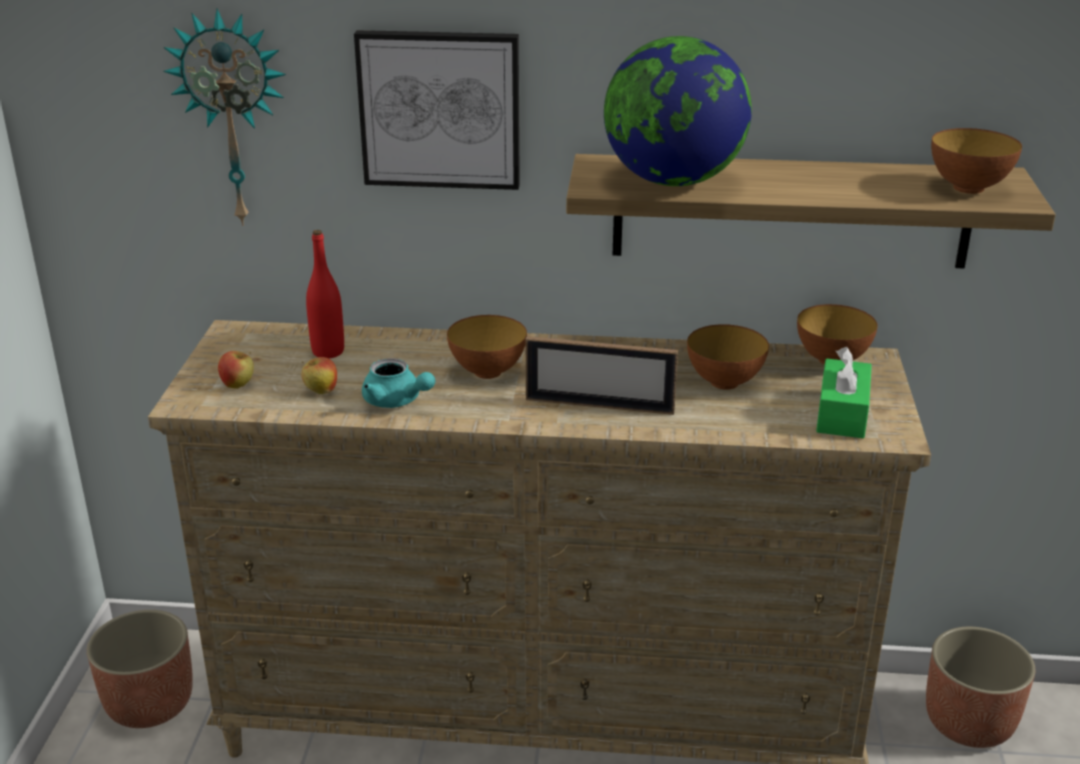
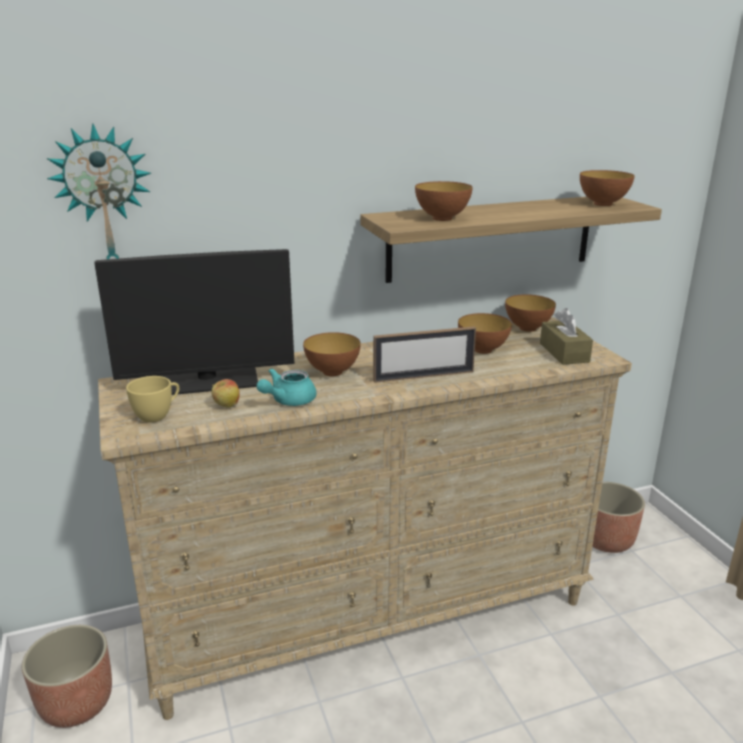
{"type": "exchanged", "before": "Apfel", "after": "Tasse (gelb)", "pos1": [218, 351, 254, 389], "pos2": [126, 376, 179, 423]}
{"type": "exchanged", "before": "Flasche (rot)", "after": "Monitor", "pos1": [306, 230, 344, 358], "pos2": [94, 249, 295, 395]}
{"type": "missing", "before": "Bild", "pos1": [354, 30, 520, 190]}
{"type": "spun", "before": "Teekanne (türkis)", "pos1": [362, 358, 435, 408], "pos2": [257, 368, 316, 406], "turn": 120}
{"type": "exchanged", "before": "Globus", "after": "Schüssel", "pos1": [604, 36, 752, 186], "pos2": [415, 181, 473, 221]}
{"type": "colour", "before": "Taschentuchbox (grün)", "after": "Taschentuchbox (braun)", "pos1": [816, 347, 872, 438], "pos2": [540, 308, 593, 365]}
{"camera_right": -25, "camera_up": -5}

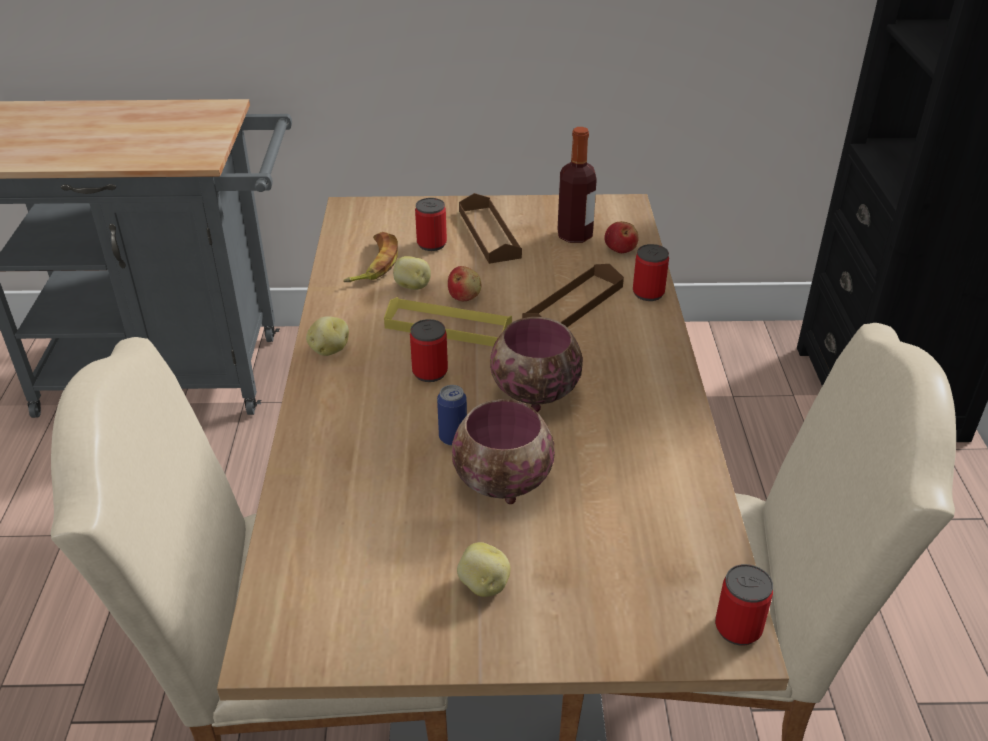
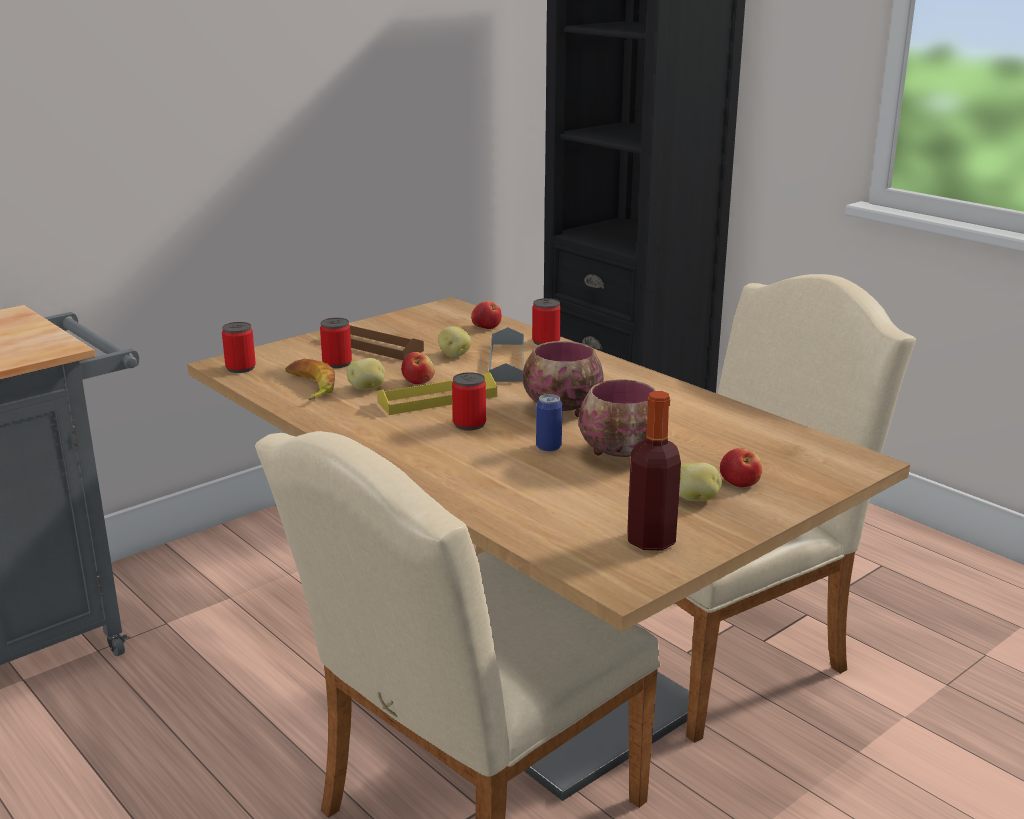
{"type": "relocated", "before": "Kartoffel", "pos1": [306, 316, 349, 356], "pos2": [438, 326, 471, 357]}
{"type": "colour", "before": "Tablett (braun)", "after": "Tablett (grau)", "pos1": [522, 264, 624, 327], "pos2": [489, 327, 524, 382]}
{"type": "relocated", "before": "Flasche", "pos1": [558, 127, 597, 243], "pos2": [627, 391, 681, 550]}
{"type": "relocated", "before": "Dose", "pos1": [715, 564, 773, 646], "pos2": [222, 322, 256, 373]}
{"type": "appeared", "after": "Apfel", "pos2": [720, 448, 762, 487]}
{"camera_right": -40, "camera_up": -15}

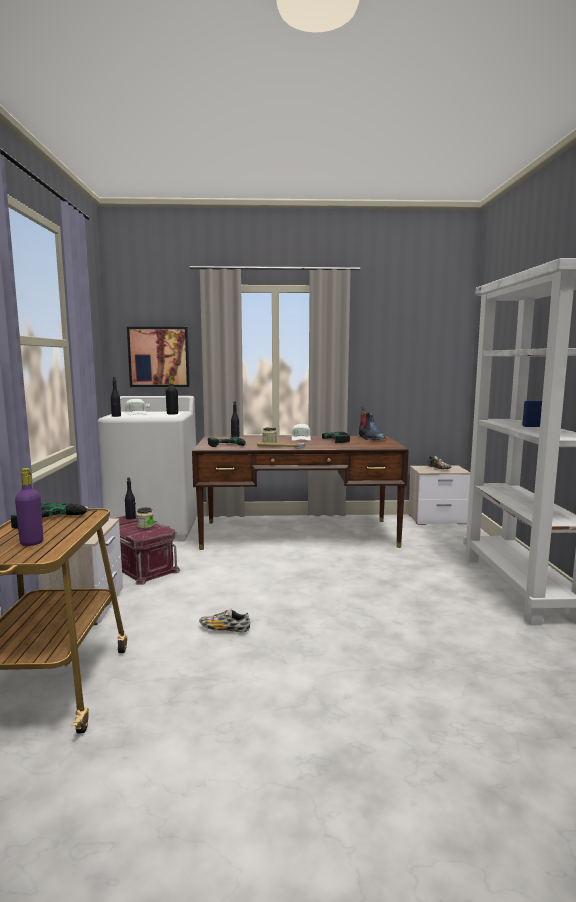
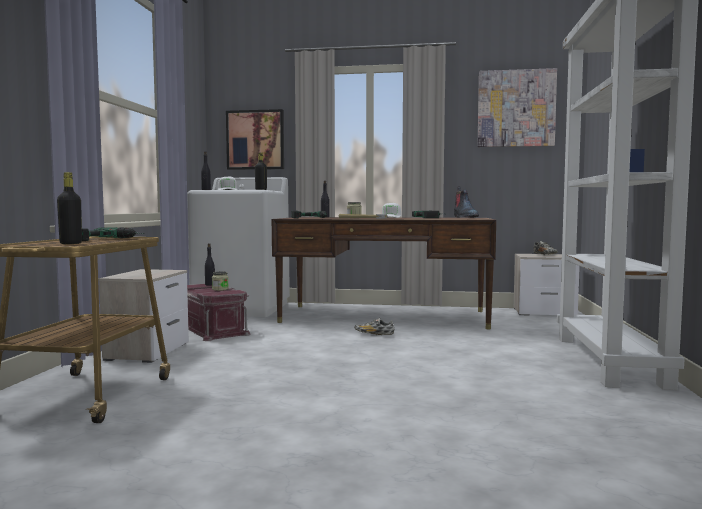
{"type": "colour", "before": "Flasche (lila)", "after": "Flasche (schwarz)", "pos1": [15, 468, 43, 546], "pos2": [57, 172, 82, 244]}
{"type": "relocated", "before": "Schuh", "pos1": [199, 609, 250, 632], "pos2": [354, 318, 394, 335]}
{"type": "appeared", "after": "Bild", "pos2": [477, 68, 557, 147]}
{"camera_right": 10, "camera_up": -5}

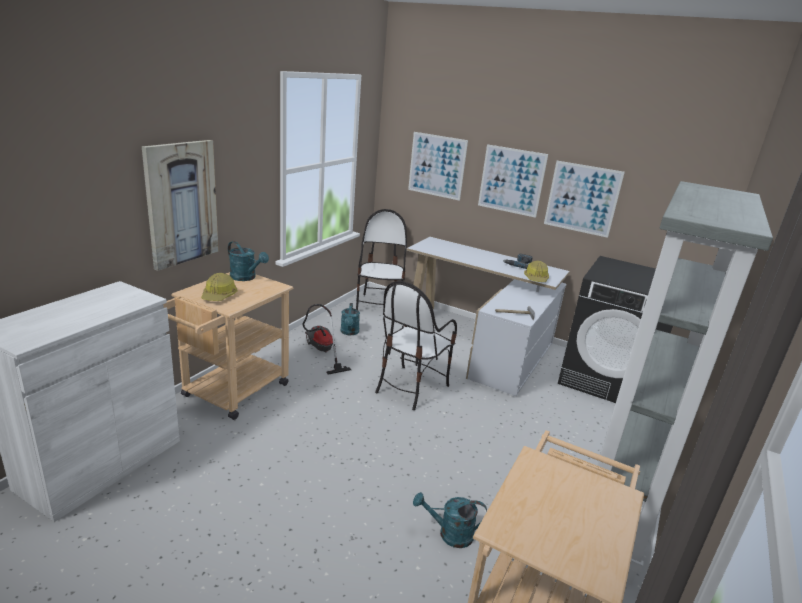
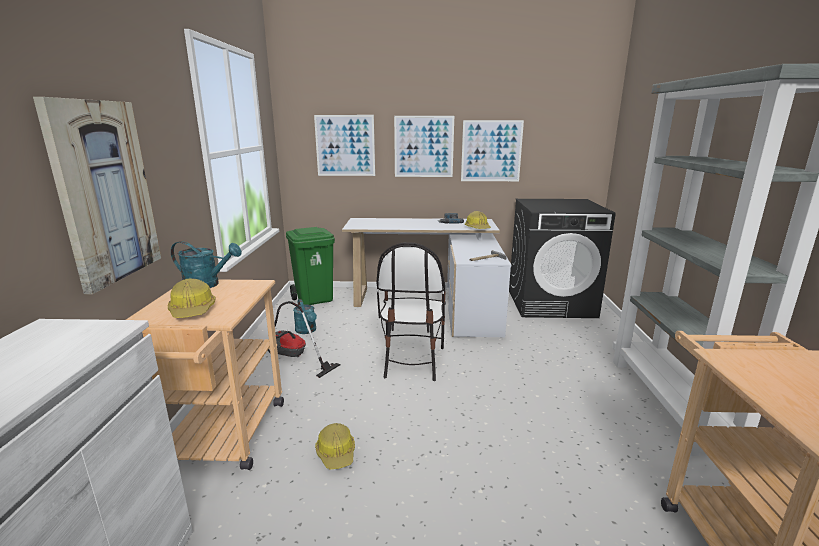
{"type": "exchanged", "before": "Stuhl", "after": "Mülleimer (grün)", "pos1": [356, 209, 407, 310], "pos2": [286, 227, 335, 305]}
{"type": "missing", "before": "Gießkanne (türkis)", "pos1": [413, 492, 487, 548]}
{"type": "appeared", "after": "Schutzhelm", "pos2": [315, 423, 355, 469]}
{"camera_right": -25, "camera_up": -5}

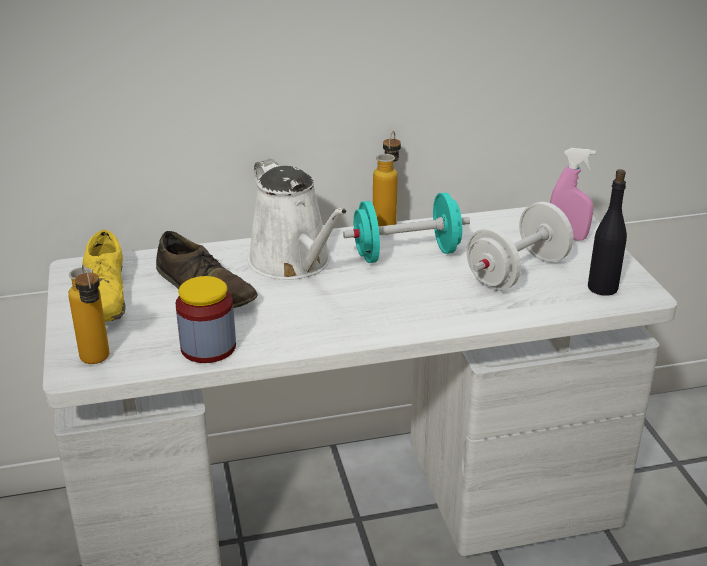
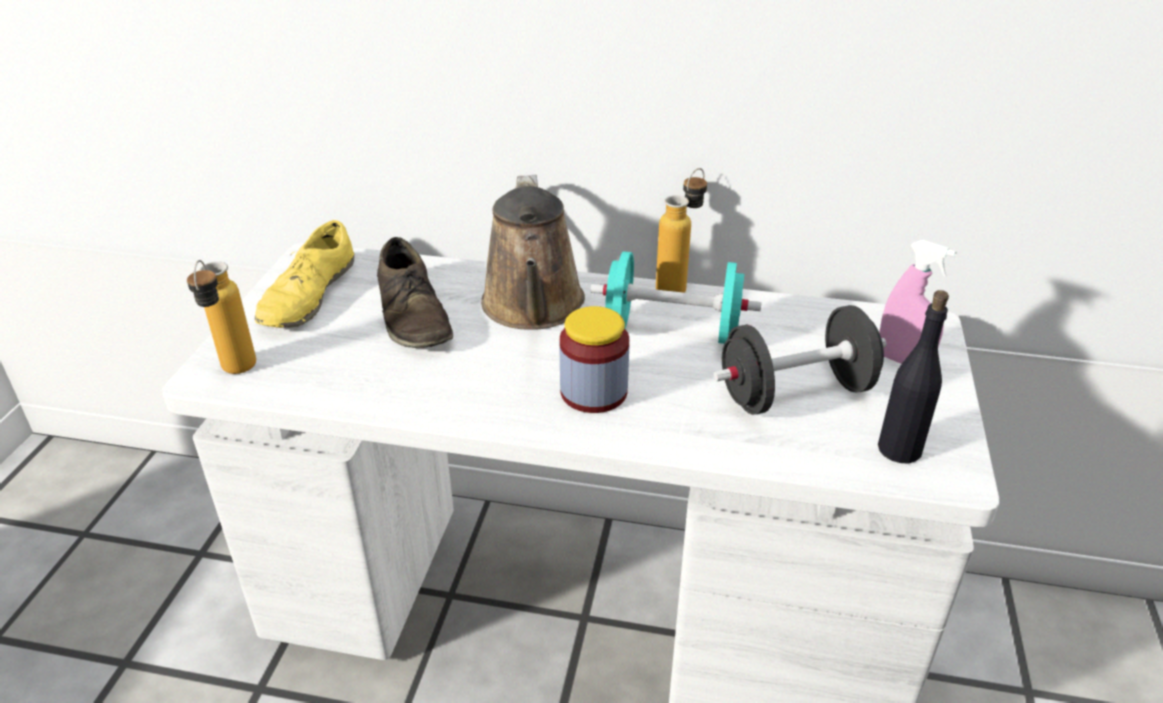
{"type": "relocated", "before": "Vorratsglas", "pos1": [175, 276, 236, 363], "pos2": [559, 306, 629, 413]}
{"type": "colour", "before": "Gießkanne (weiß)", "after": "Gießkanne (braun)", "pos1": [248, 159, 347, 280], "pos2": [481, 174, 585, 330]}
{"type": "colour", "before": "Hantel (weiß)", "after": "Hantel (schwarz)", "pos1": [466, 202, 574, 291], "pos2": [714, 305, 886, 415]}
{"camera_right": 25, "camera_up": 5}

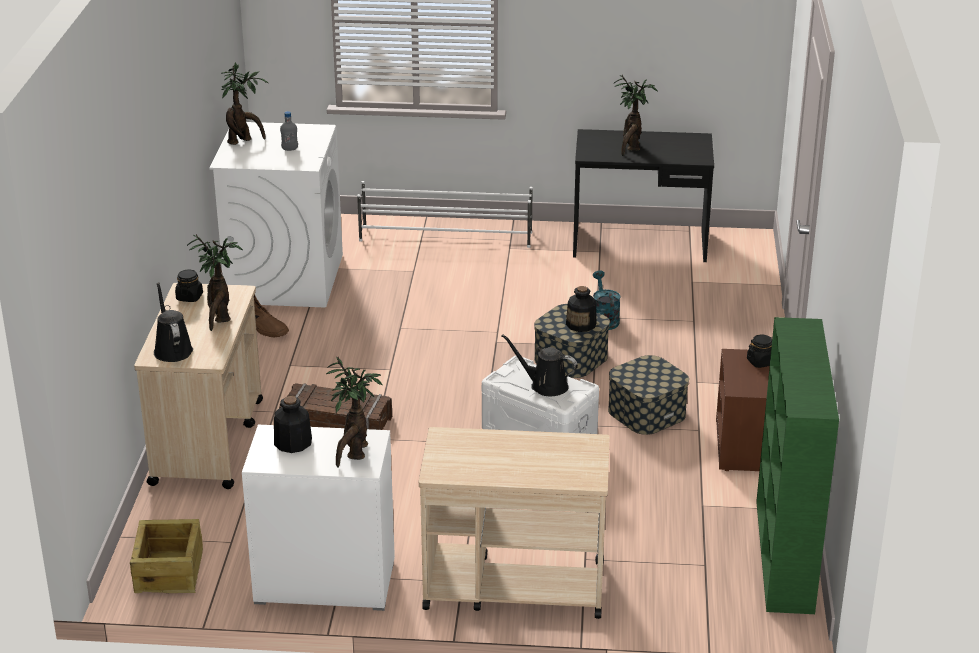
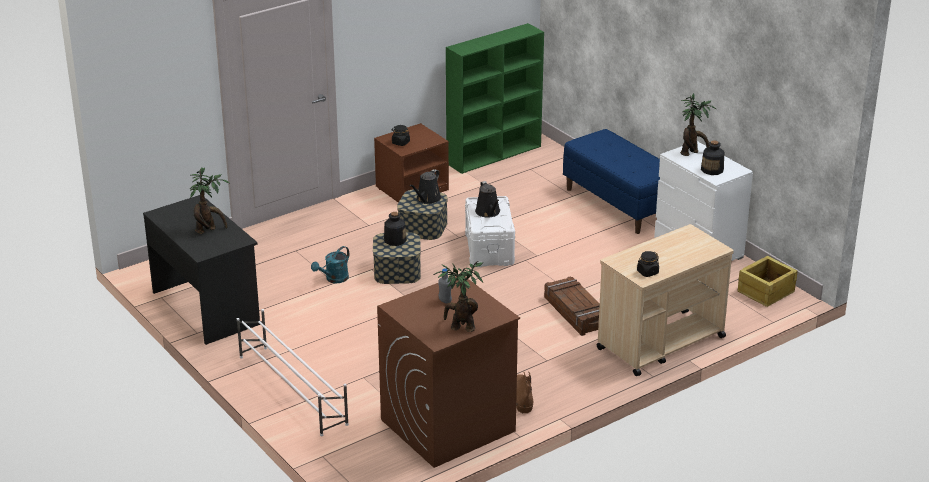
{"type": "relocated", "before": "Gießkanne (schwarz)", "pos1": [154, 282, 193, 362], "pos2": [409, 169, 441, 204]}
{"type": "missing", "before": "Topfpflanze", "pos1": [187, 234, 243, 331]}
{"type": "colour", "before": "Waschmaschine (weiß)", "after": "Waschmaschine (braun)", "pos1": [210, 122, 343, 308], "pos2": [377, 276, 520, 468]}
{"type": "exchanged", "before": "Rollwagen (beige)", "after": "Bank (blau)", "pos1": [419, 427, 610, 619], "pos2": [563, 129, 660, 234]}
{"camera_right": -130, "camera_up": 0}

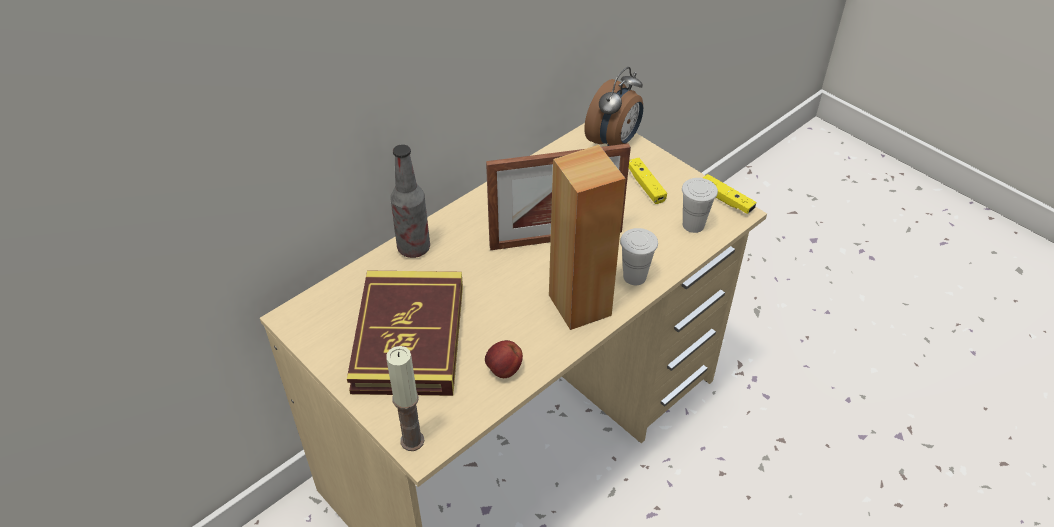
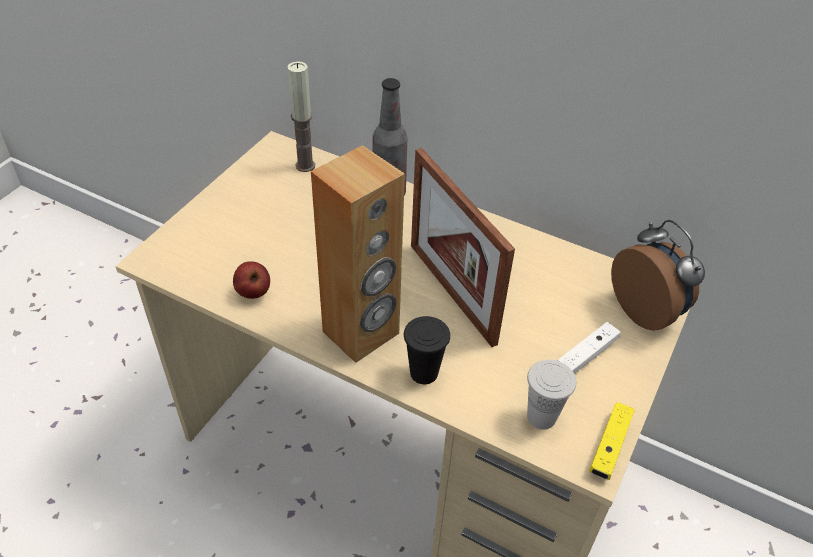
{"type": "missing", "before": "Buch", "pos1": [347, 270, 463, 396]}
{"type": "relocated", "before": "Kerze", "pos1": [386, 346, 425, 451], "pos2": [287, 61, 315, 172]}
{"type": "spun", "before": "Wecker", "pos1": [584, 67, 643, 146], "pos2": [611, 220, 705, 331], "turn": -135}
{"type": "colour", "before": "Tasse (weiß)", "after": "Tasse (schwarz)", "pos1": [620, 228, 658, 285], "pos2": [404, 316, 450, 384]}
{"type": "colour", "before": "Gamepad (gelb)", "after": "Gamepad (weiß)", "pos1": [629, 158, 667, 204], "pos2": [557, 322, 621, 374]}
{"camera_right": 70, "camera_up": 0}

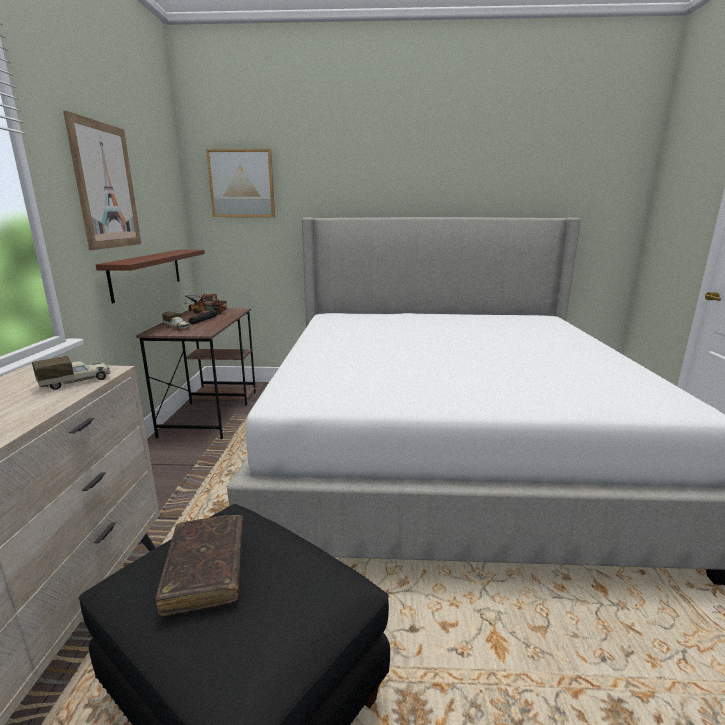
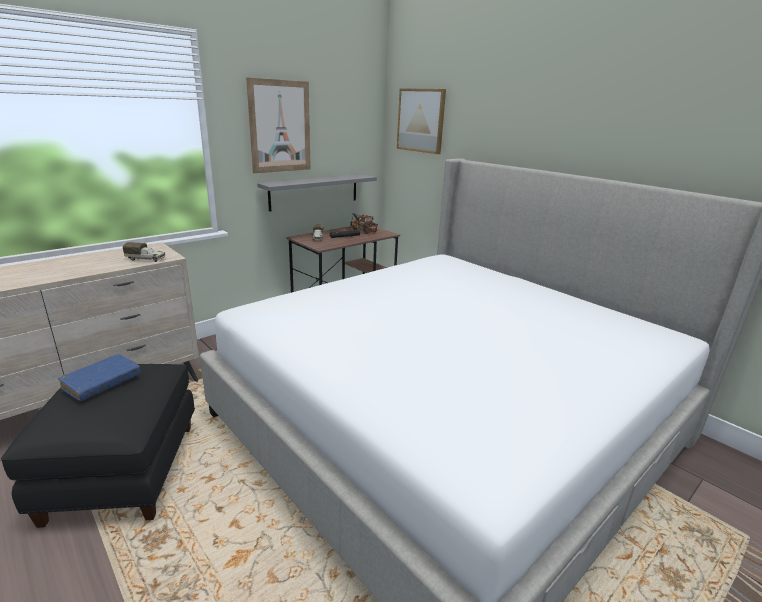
{"type": "colour", "before": "Wandregal (braun)", "after": "Wandregal (grau)", "pos1": [96, 250, 205, 303], "pos2": [257, 174, 377, 211]}
{"type": "colour", "before": "Buch (braun)", "after": "Buch (blau)", "pos1": [155, 515, 244, 616], "pos2": [58, 354, 141, 401]}
{"camera_right": 45, "camera_up": 5}

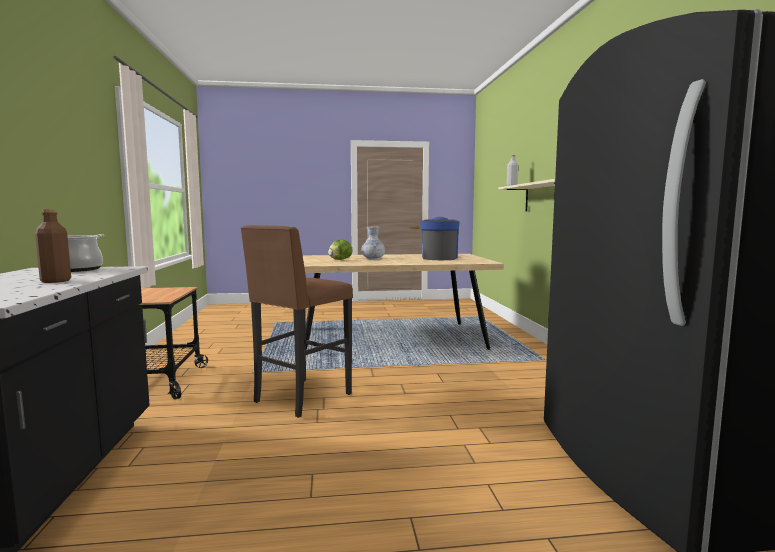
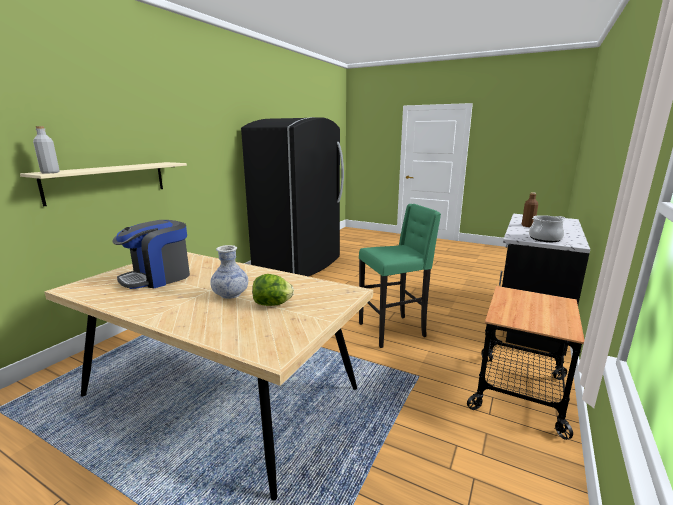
{"type": "colour", "before": "Hocker (braun)", "after": "Hocker (grün)", "pos1": [241, 225, 353, 418], "pos2": [359, 204, 441, 348]}
{"camera_right": -145, "camera_up": 10}

